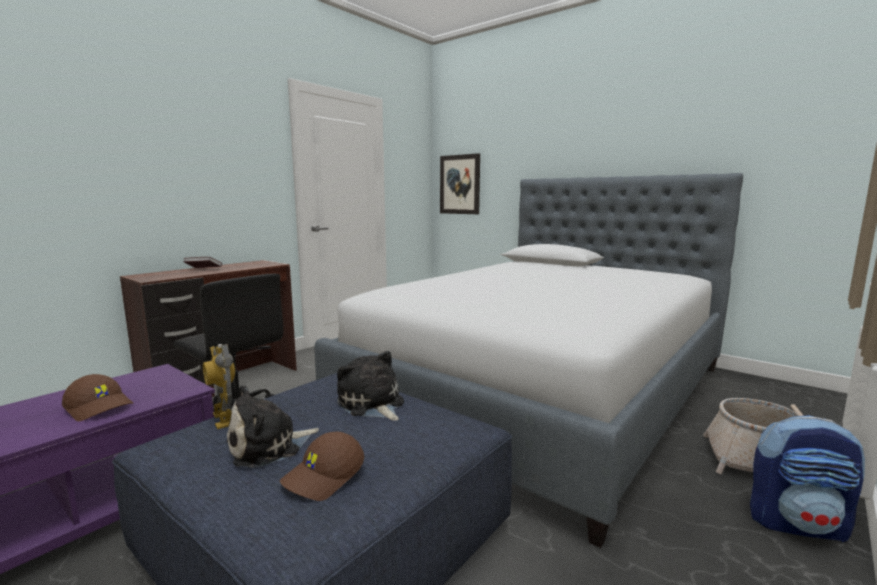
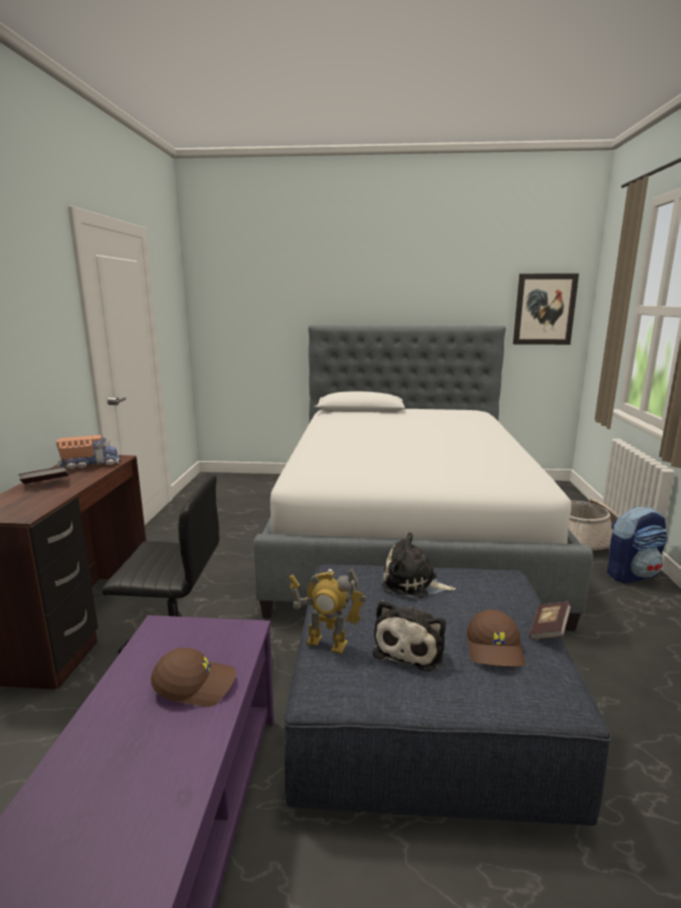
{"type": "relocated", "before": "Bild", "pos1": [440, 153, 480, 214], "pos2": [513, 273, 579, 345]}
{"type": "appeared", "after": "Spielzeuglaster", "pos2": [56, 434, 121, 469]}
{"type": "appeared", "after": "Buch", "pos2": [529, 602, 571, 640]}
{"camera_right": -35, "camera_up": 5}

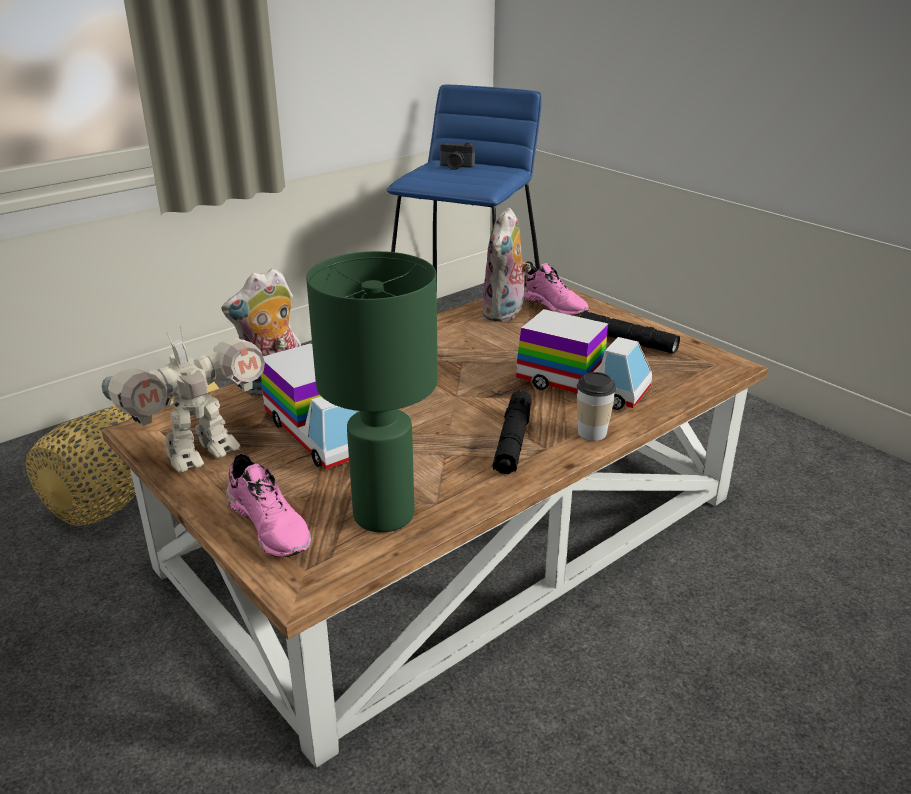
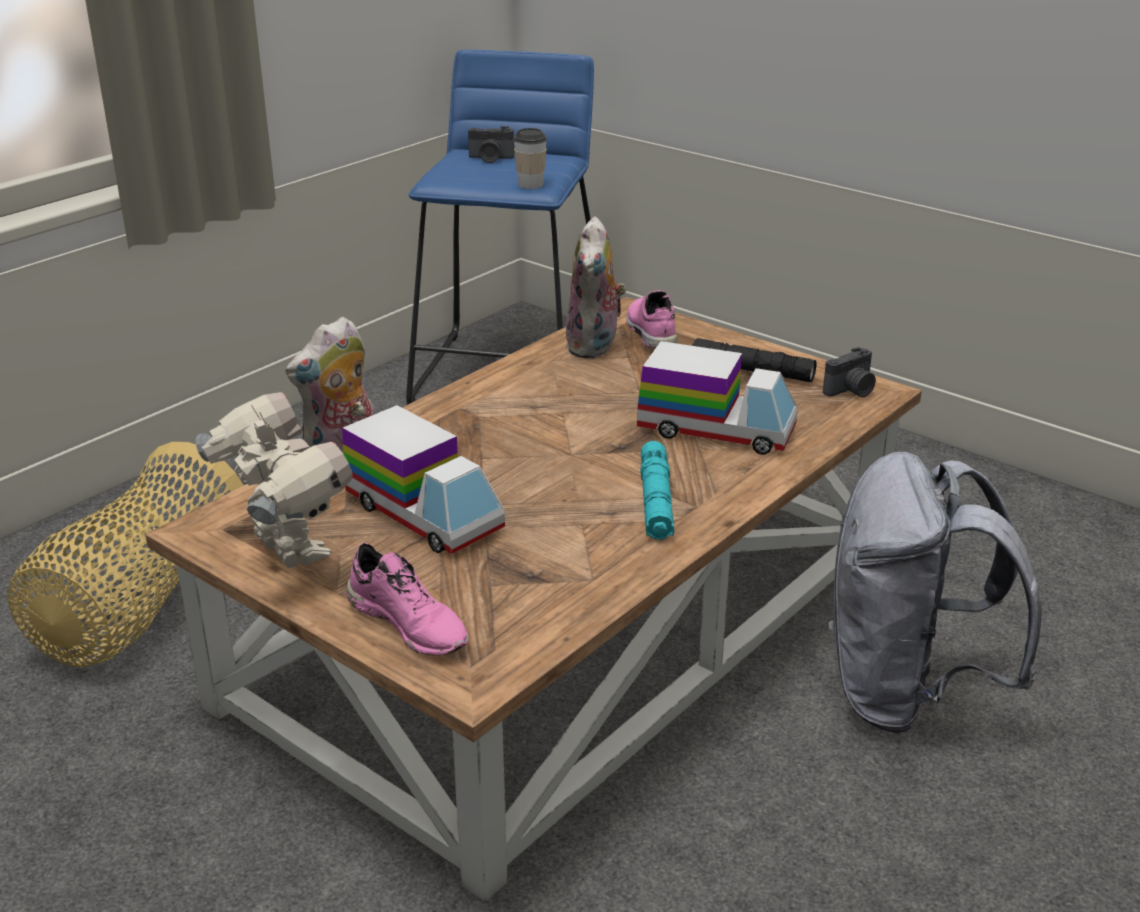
{"type": "spun", "before": "Spielzeugroboter", "pos1": [102, 326, 265, 472], "pos2": [196, 392, 353, 568], "turn": -75}
{"type": "missing", "before": "Tischlampe (grün)", "pos1": [306, 251, 438, 533]}
{"type": "colour", "before": "Taschenlampe (schwarz)", "after": "Taschenlampe (türkis)", "pos1": [492, 390, 532, 474], "pos2": [640, 441, 674, 539]}
{"type": "spun", "before": "Schuh (rosa)", "pos1": [524, 261, 589, 315], "pos2": [626, 290, 678, 349], "turn": -135}
{"type": "relocated", "before": "Tasse", "pos1": [577, 372, 616, 441], "pos2": [513, 128, 547, 189]}
{"type": "appeared", "after": "Kamera", "pos2": [823, 347, 876, 398]}
{"type": "appeared", "after": "Rucksack (grau)", "pos2": [829, 452, 1042, 733]}
{"camera_right": -10, "camera_up": 0}

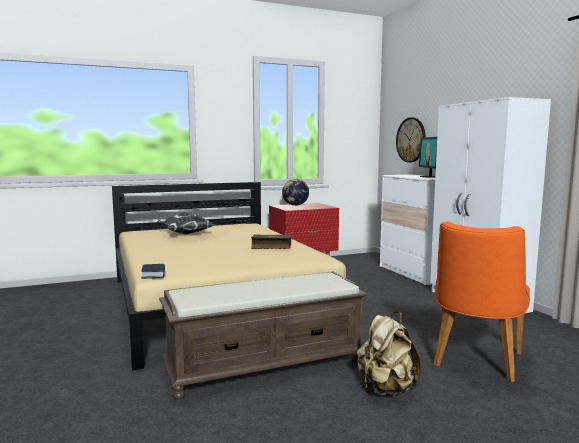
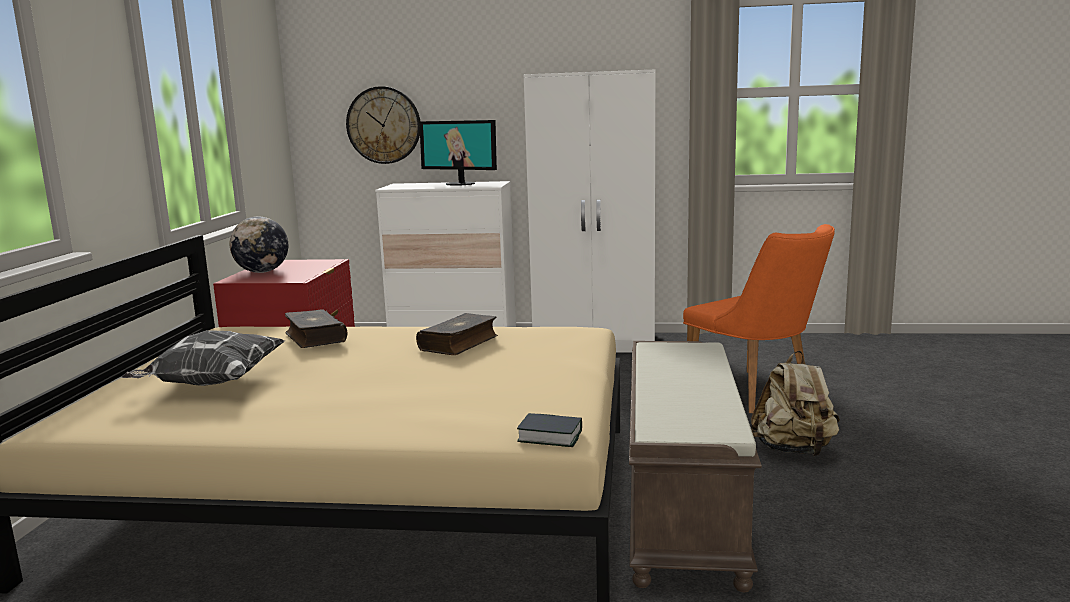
{"type": "appeared", "after": "Buch", "pos2": [285, 309, 347, 348]}
{"camera_right": -60, "camera_up": 5}

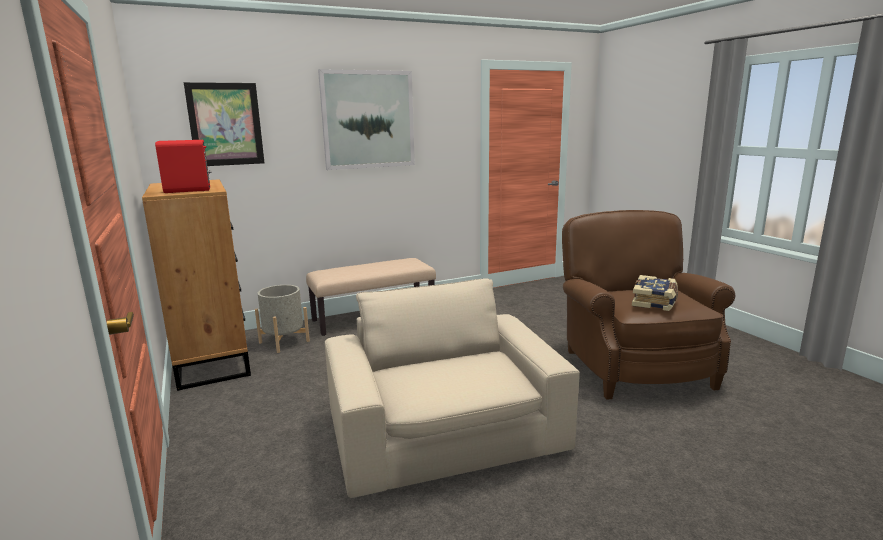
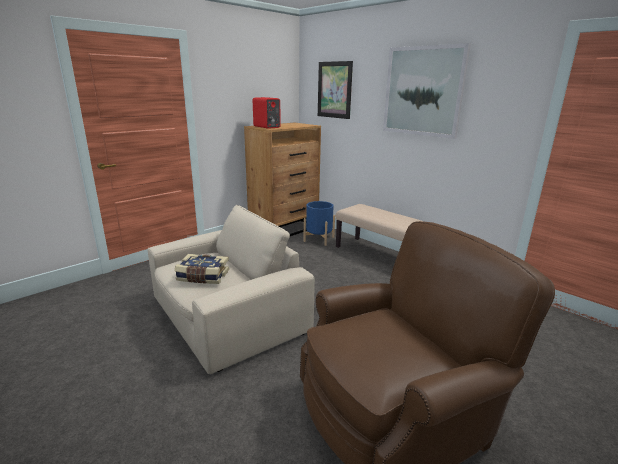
{"type": "colour", "before": "Pflanzkübel (grau)", "after": "Pflanzkübel (blau)", "pos1": [255, 285, 310, 353], "pos2": [304, 201, 335, 246]}
{"type": "relocated", "before": "Buch", "pos1": [632, 275, 678, 311], "pos2": [175, 254, 229, 284]}
{"camera_right": 70, "camera_up": 5}

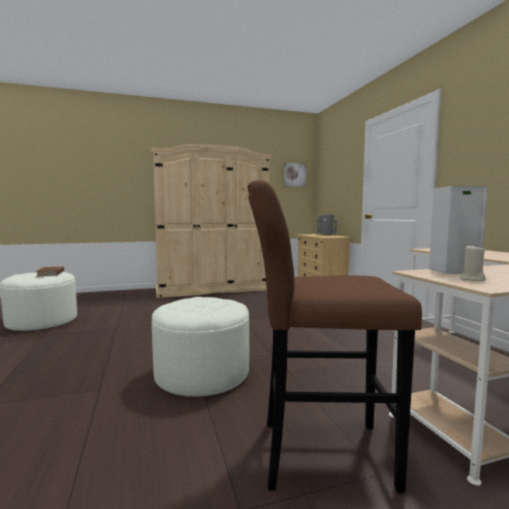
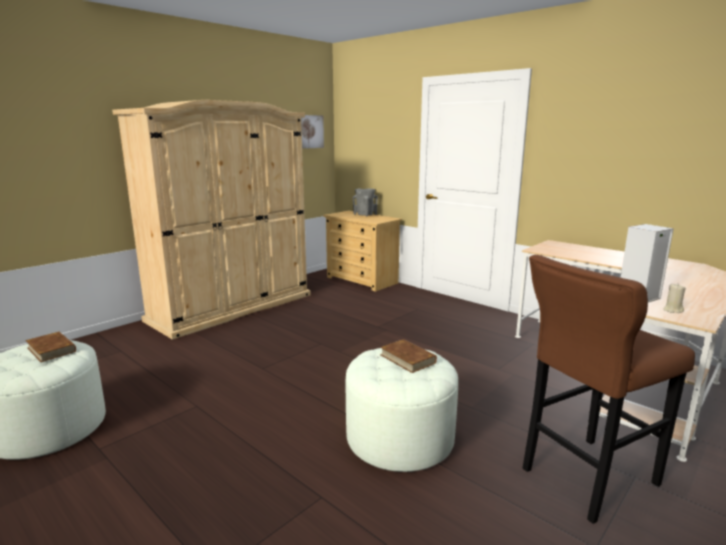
{"type": "appeared", "after": "Buch (braun)", "pos2": [380, 339, 437, 373]}
{"camera_right": -30, "camera_up": 10}

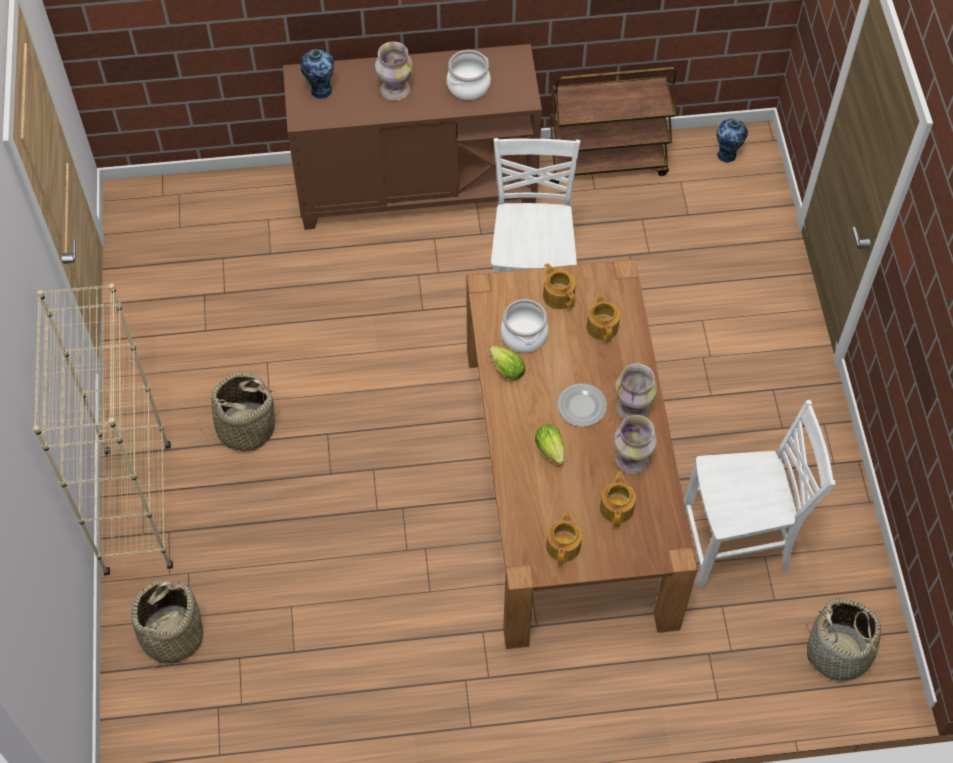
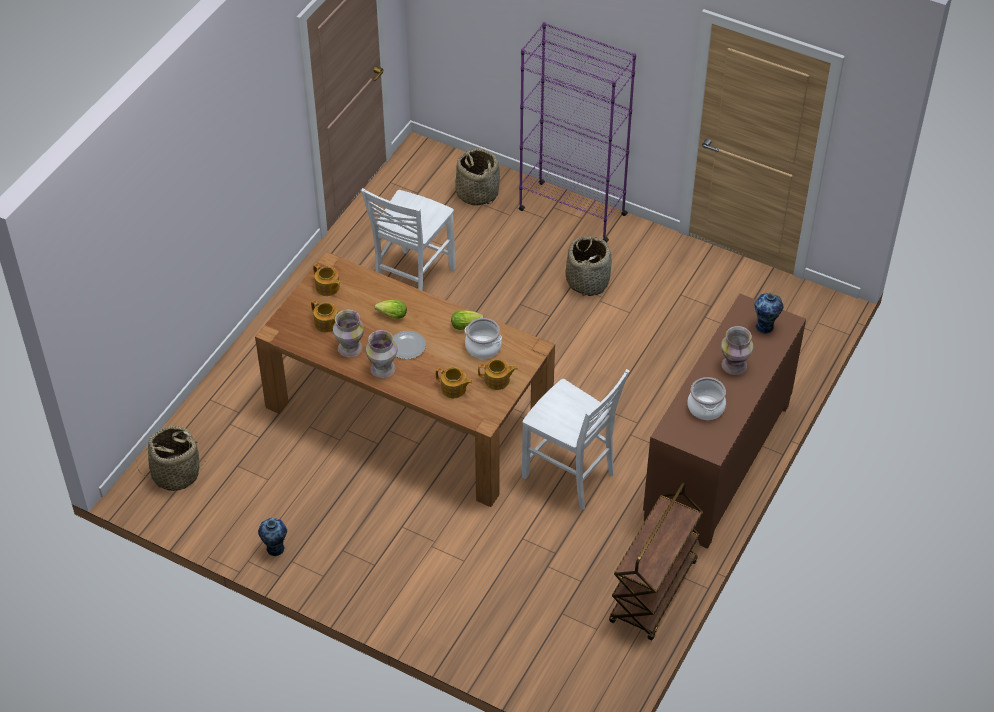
{"type": "colour", "before": "Bücherregal (beige)", "after": "Bücherregal (lila)", "pos1": [33, 283, 173, 575], "pos2": [519, 22, 636, 243]}
{"type": "relocated", "before": "Stuhl (weiß)", "pos1": [684, 400, 835, 587], "pos2": [361, 188, 456, 291]}
{"type": "relocated", "before": "Vase", "pos1": [716, 118, 748, 163], "pos2": [258, 518, 287, 556]}
{"camera_right": 125, "camera_up": -10}

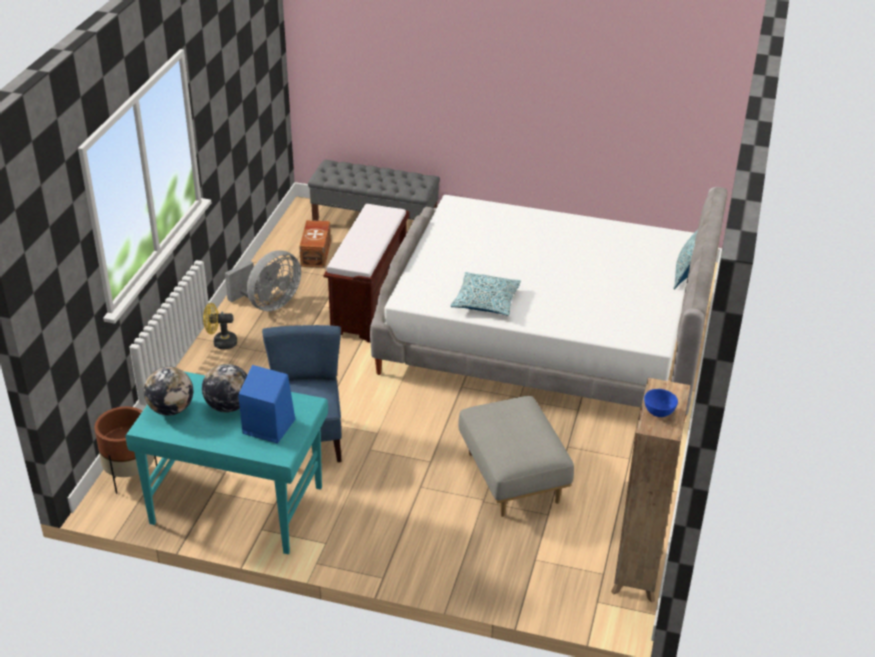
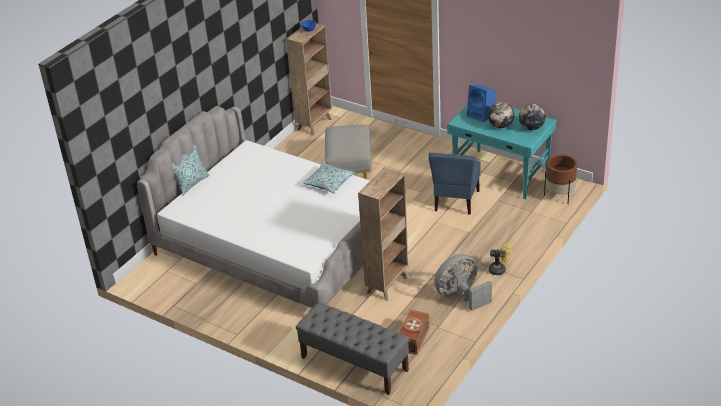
{"type": "exchanged", "before": "Bank (braun)", "after": "Bücherregal (braun)", "pos1": [323, 204, 409, 343], "pos2": [358, 167, 408, 301]}
{"camera_right": -160, "camera_up": 0}

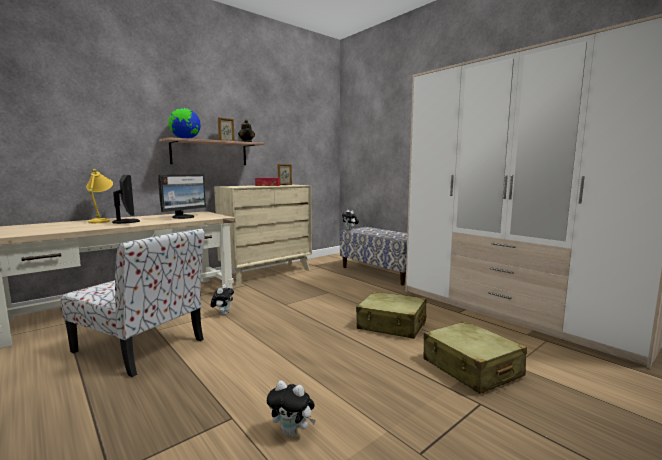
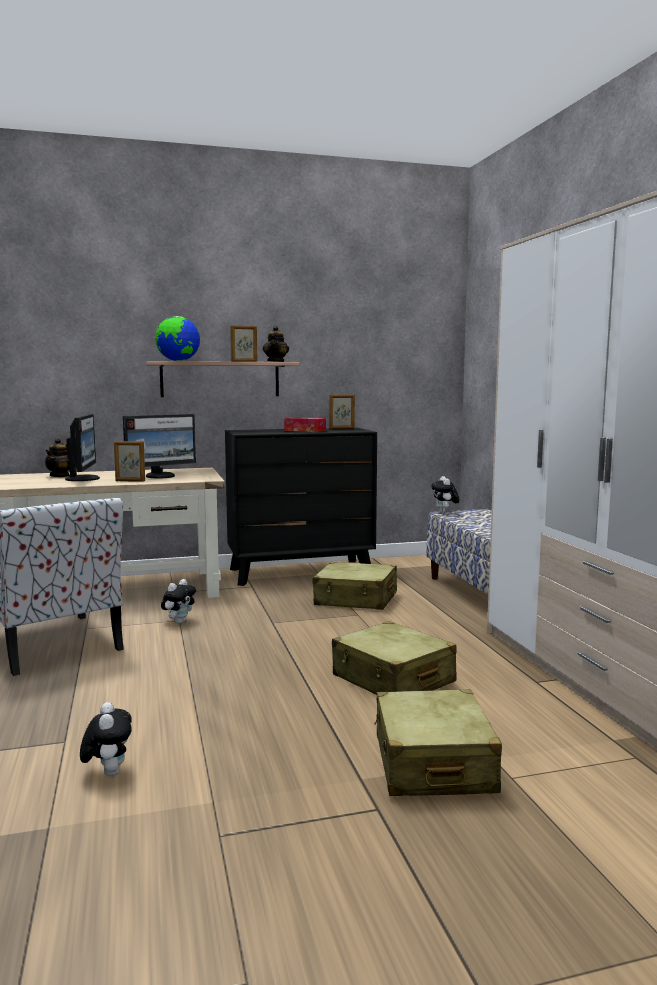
{"type": "exchanged", "before": "Tischlampe (gelb)", "after": "Teekanne", "pos1": [86, 169, 113, 223], "pos2": [45, 438, 70, 477]}
{"type": "colour", "before": "Kommode (beige)", "after": "Kommode (schwarz)", "pos1": [214, 185, 312, 286], "pos2": [225, 428, 377, 586]}
{"type": "spun", "before": "Plüschtier", "pos1": [267, 380, 316, 437], "pos2": [80, 702, 132, 777], "turn": -150}
{"type": "appeared", "after": "Bilderrahmen", "pos2": [114, 441, 145, 482]}
{"type": "appeared", "after": "Koffer (beige)", "pos2": [313, 562, 397, 610]}
{"camera_right": 25, "camera_up": 0}

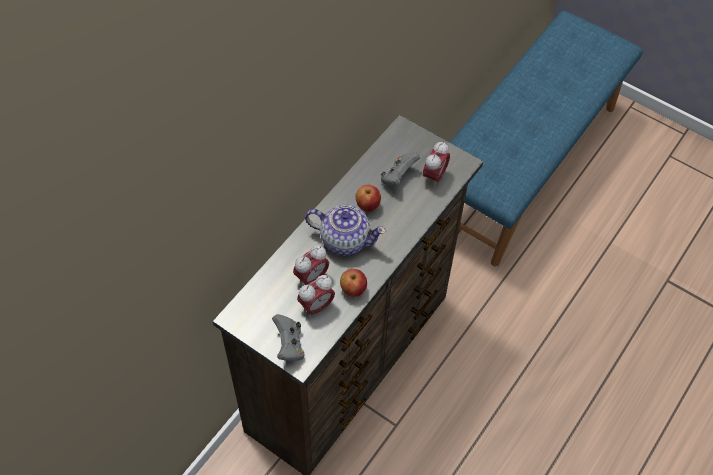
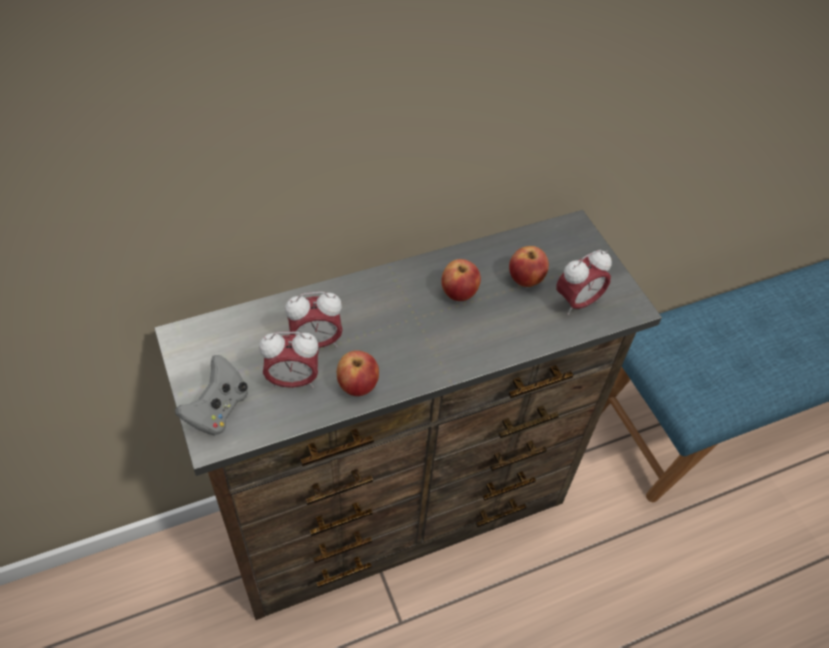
{"type": "missing", "before": "Teekanne", "pos1": [305, 204, 386, 256]}
{"type": "exchanged", "before": "Gamepad (grau)", "after": "Apfel", "pos1": [381, 153, 420, 186], "pos2": [509, 246, 549, 287]}
{"camera_right": 30, "camera_up": -5}

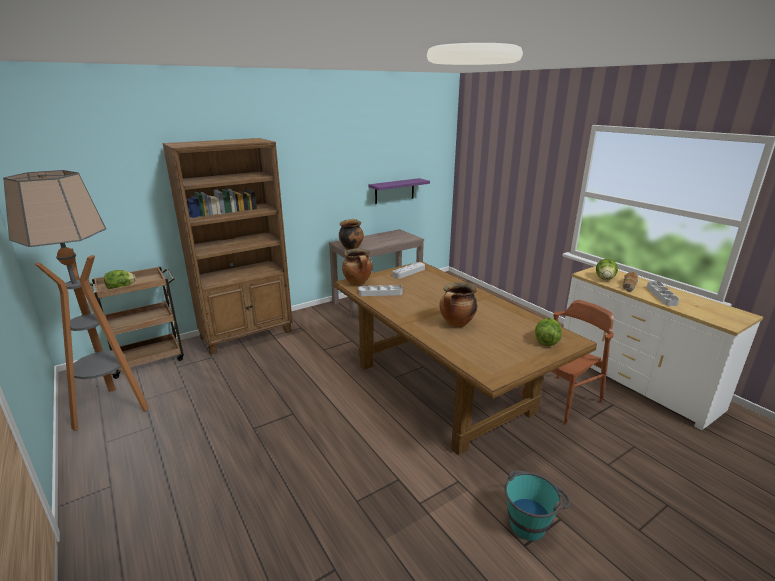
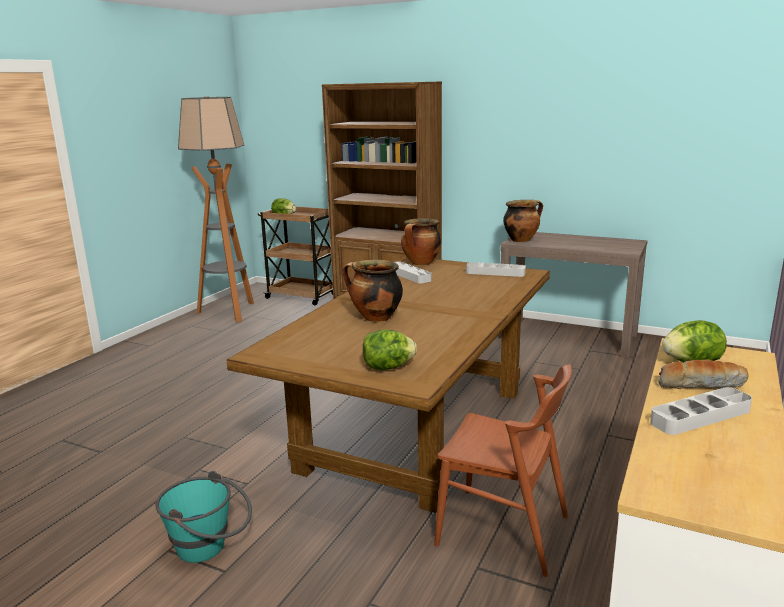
{"type": "missing", "before": "Wandregal (lila)", "pos1": [369, 178, 430, 204]}
{"camera_right": 60, "camera_up": -5}

